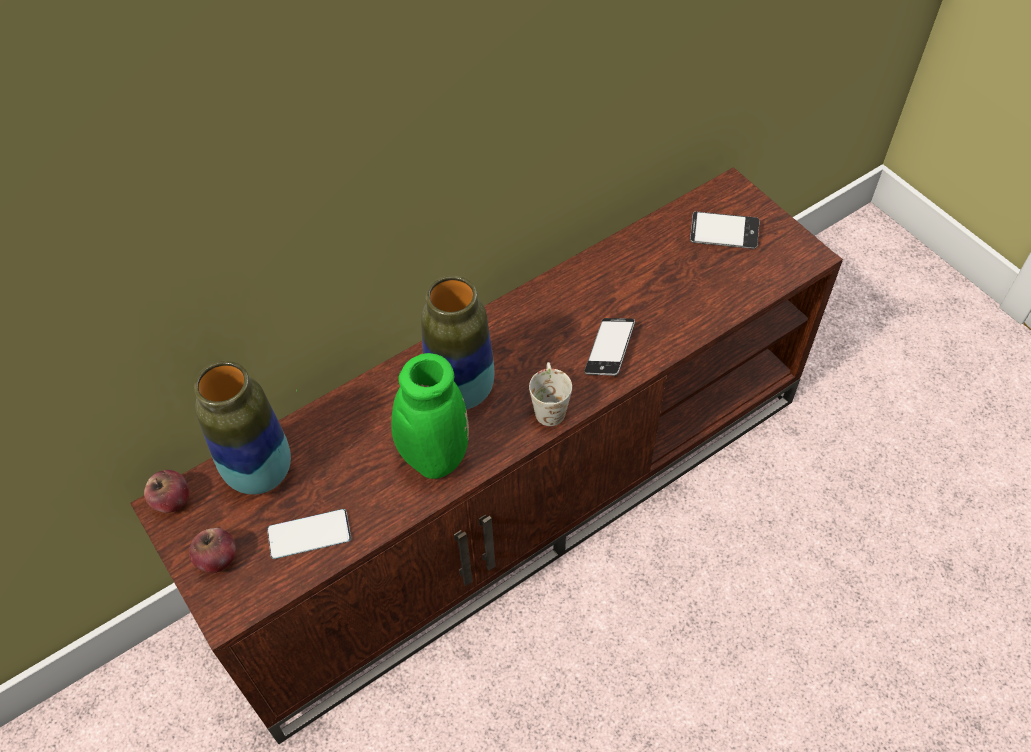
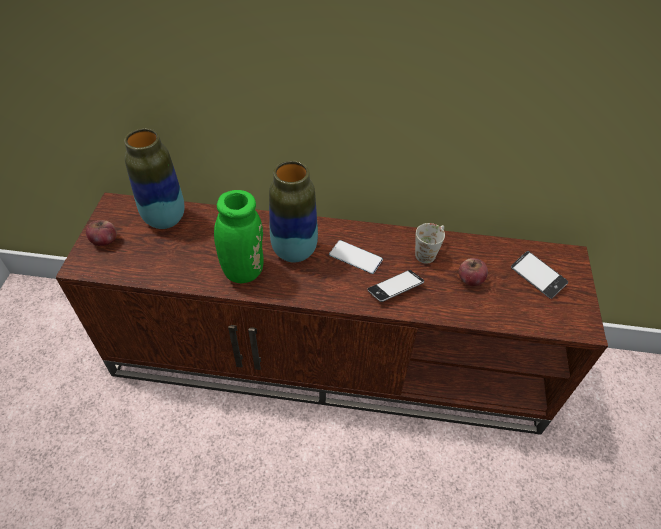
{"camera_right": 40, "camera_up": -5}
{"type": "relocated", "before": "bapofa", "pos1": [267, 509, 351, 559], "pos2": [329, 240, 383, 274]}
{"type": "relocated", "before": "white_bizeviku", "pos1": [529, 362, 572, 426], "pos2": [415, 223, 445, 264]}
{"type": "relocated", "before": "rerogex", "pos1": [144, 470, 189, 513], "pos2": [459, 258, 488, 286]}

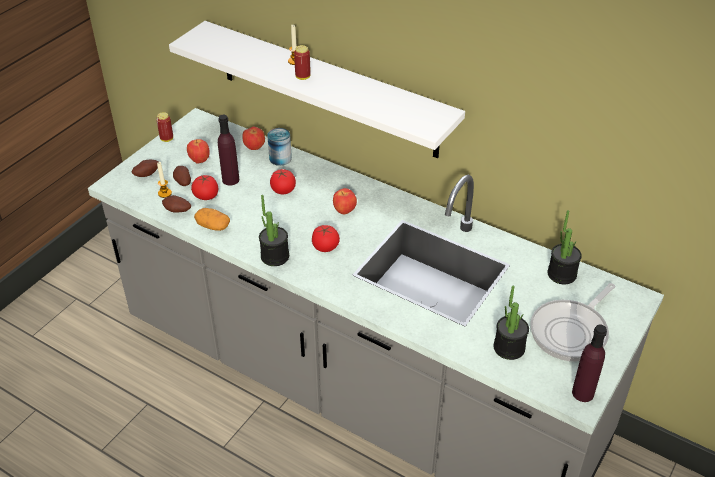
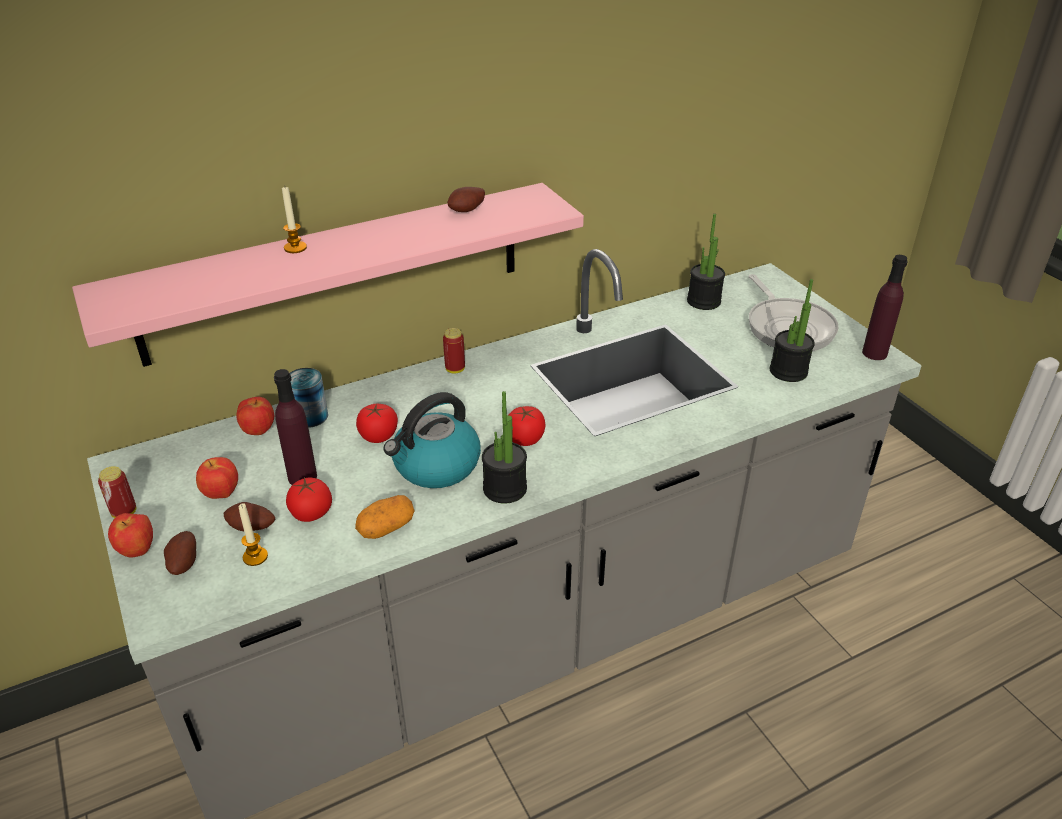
{"camera_right": -60, "camera_up": -5}
{"type": "colour", "before": "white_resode", "after": "pink_resode", "pos1": [169, 21, 465, 158], "pos2": [72, 183, 584, 367]}
{"type": "relocated", "before": "rerogex", "pos1": [333, 188, 357, 215], "pos2": [108, 513, 153, 557]}
{"type": "appeared", "after": "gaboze", "pos2": [383, 392, 481, 488]}
{"type": "relocated", "before": "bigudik", "pos1": [294, 45, 311, 80], "pos2": [443, 328, 465, 374]}
{"type": "relocated", "before": "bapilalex", "pos1": [162, 195, 191, 213], "pos2": [447, 187, 485, 212]}

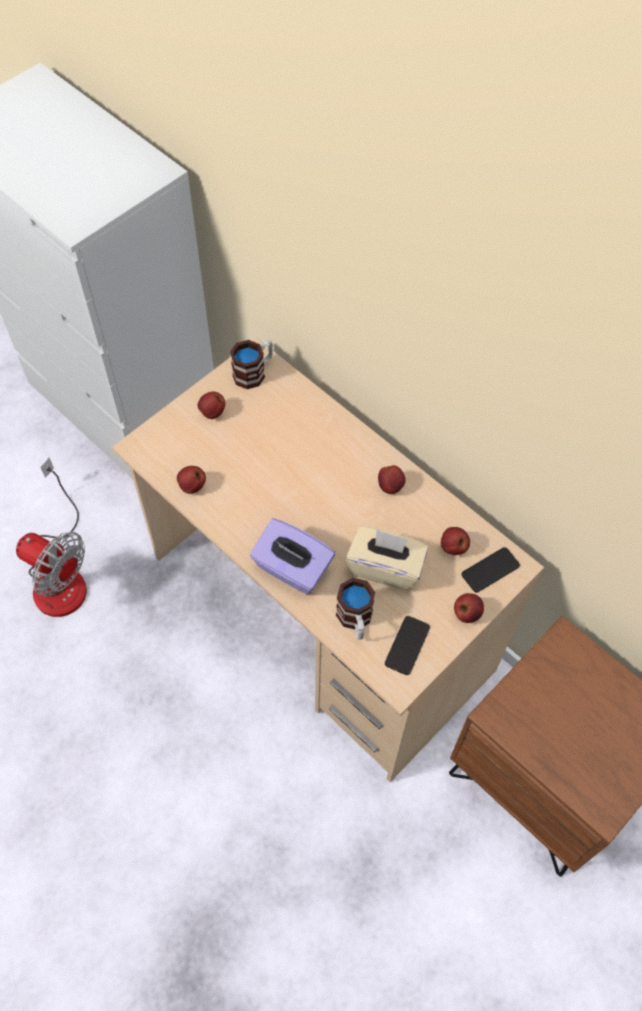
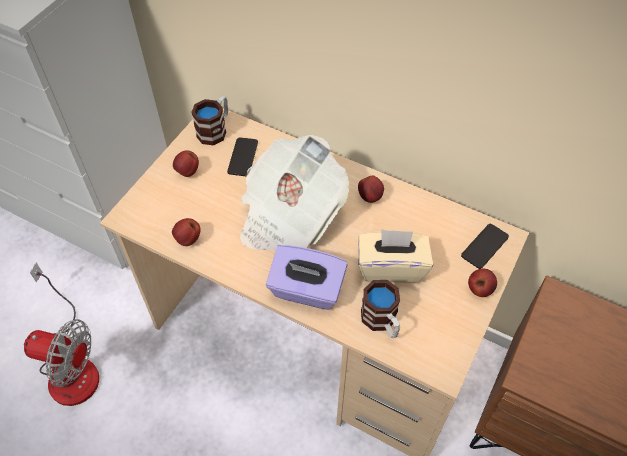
{"camera_right": -15, "camera_up": -5}
{"type": "relocated", "before": "bapofa", "pos1": [385, 616, 430, 675], "pos2": [227, 137, 258, 176]}
{"type": "appeared", "after": "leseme", "pos2": [240, 135, 349, 250]}
{"type": "missing", "before": "rerogex", "pos1": [441, 527, 470, 555]}

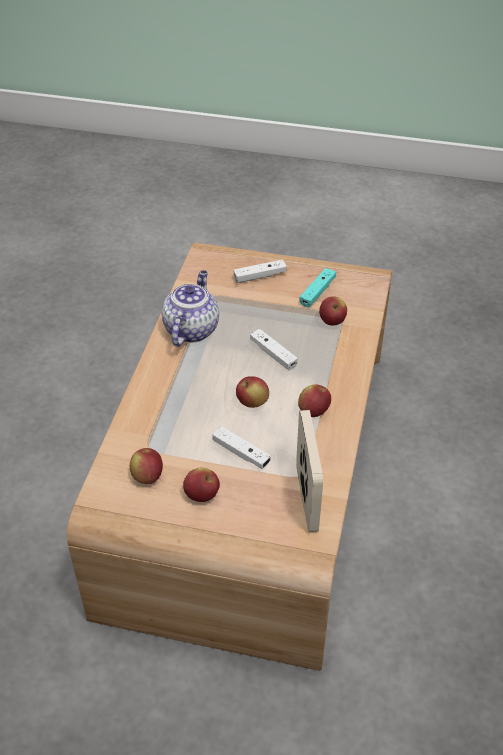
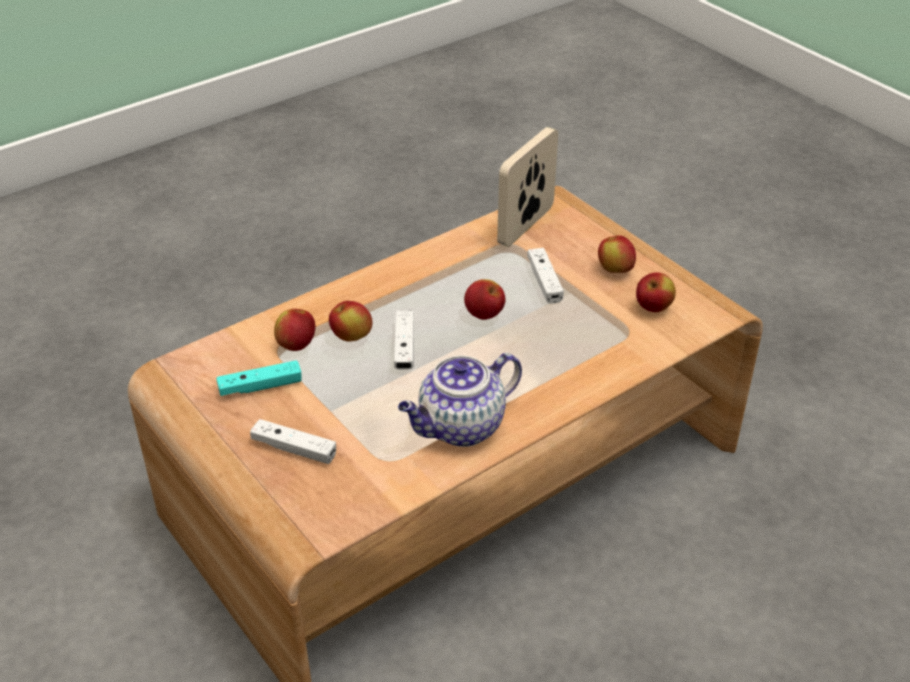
{"camera_right": -140, "camera_up": -5}
{"type": "relocated", "before": "rerogex", "pos1": [298, 384, 331, 417], "pos2": [329, 301, 372, 342]}

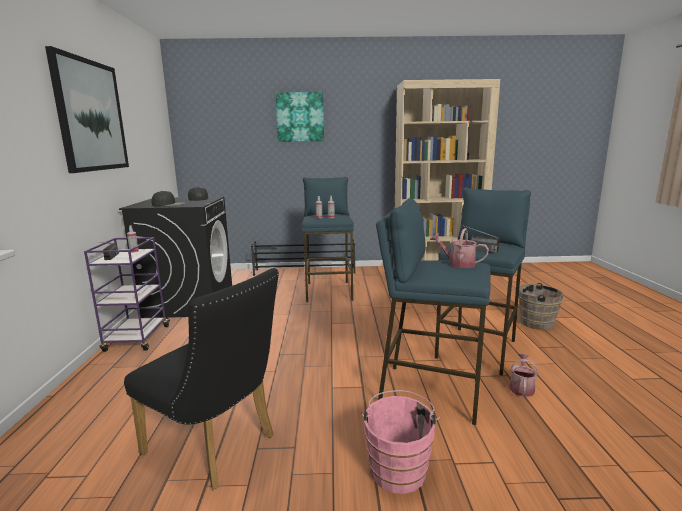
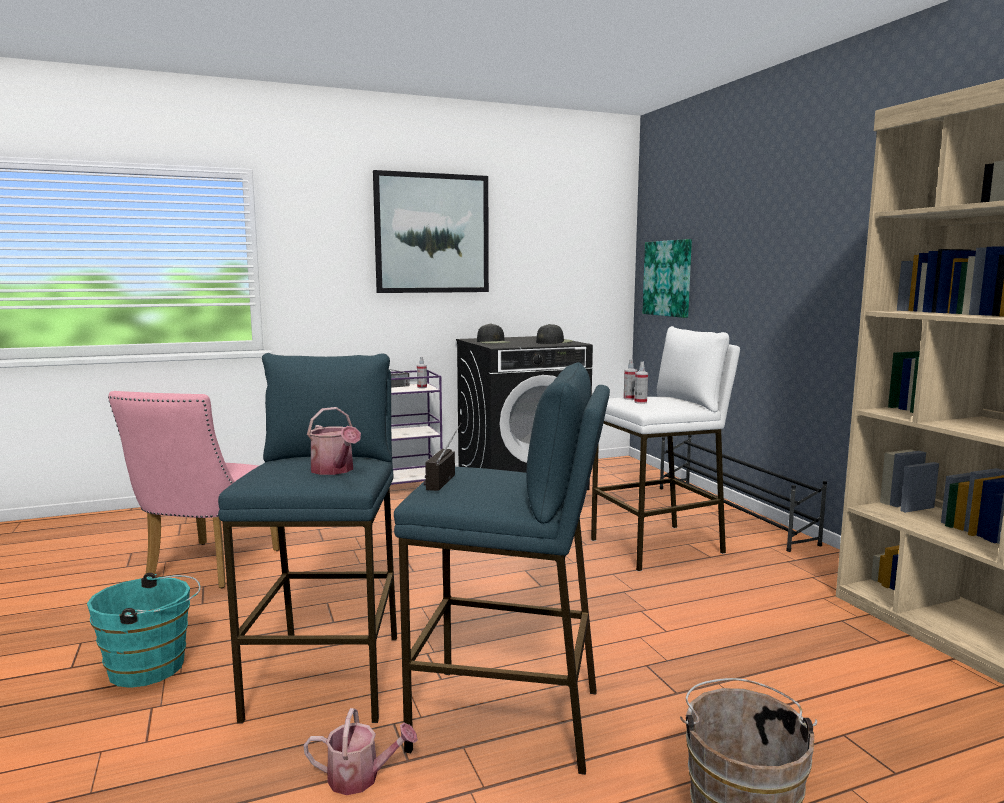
{"camera_right": 70, "camera_up": -5}
{"type": "colour", "before": "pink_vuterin", "after": "turquoise_vuterin", "pos1": [361, 390, 440, 494], "pos2": [87, 573, 201, 688]}
{"type": "colour", "before": "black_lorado", "after": "pink_lorado", "pos1": [124, 268, 279, 490], "pos2": [108, 391, 280, 588]}
{"type": "spun", "before": "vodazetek", "pos1": [430, 228, 489, 268], "pos2": [307, 407, 361, 475], "turn": 135}
{"type": "colour", "before": "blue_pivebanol", "after": "white_pivebanol", "pos1": [302, 177, 354, 302], "pos2": [591, 326, 740, 572]}
{"type": "relocated", "before": "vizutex", "pos1": [275, 92, 324, 142], "pos2": [642, 239, 692, 318]}

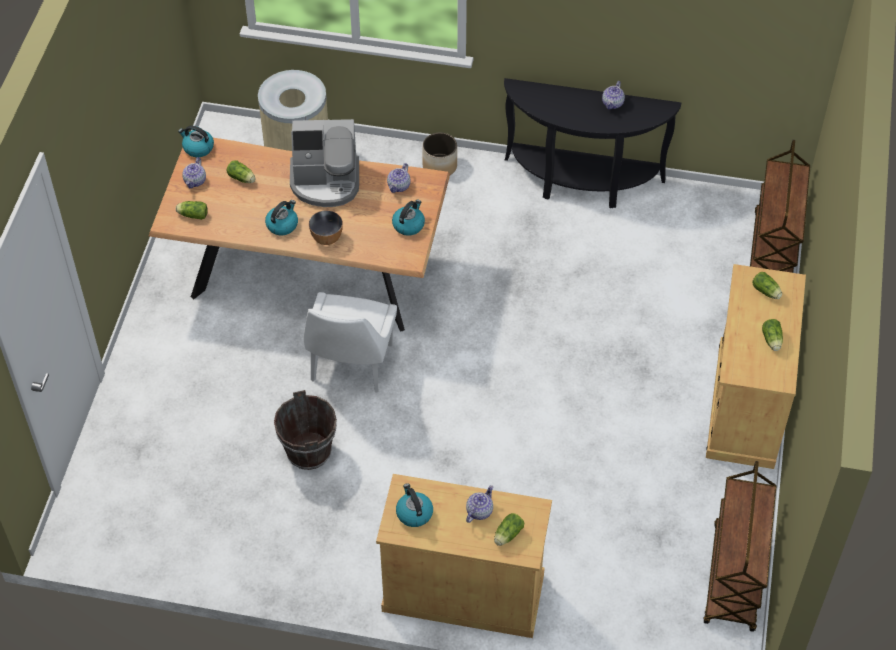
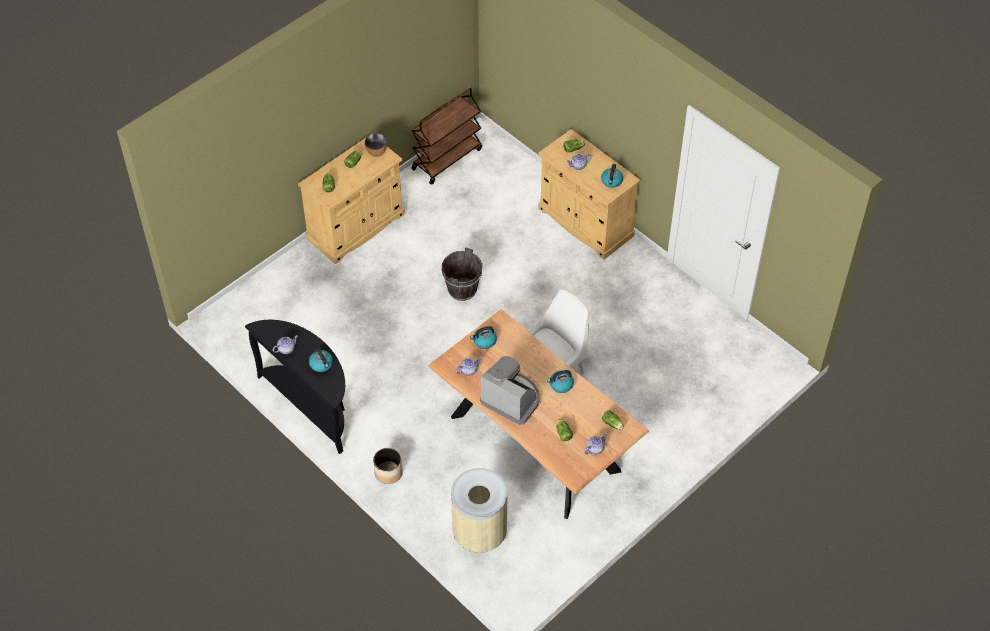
{"camera_right": -145, "camera_up": 0}
{"type": "relocated", "before": "gaboze", "pos1": [178, 126, 214, 157], "pos2": [309, 347, 333, 372]}
{"type": "relocated", "before": "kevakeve", "pos1": [309, 210, 343, 245], "pos2": [365, 134, 387, 157]}
{"type": "relocated", "before": "brown_vuterin", "pos1": [274, 390, 337, 470], "pos2": [442, 248, 482, 301]}
{"type": "missing", "before": "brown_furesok", "pos1": [750, 140, 810, 273]}

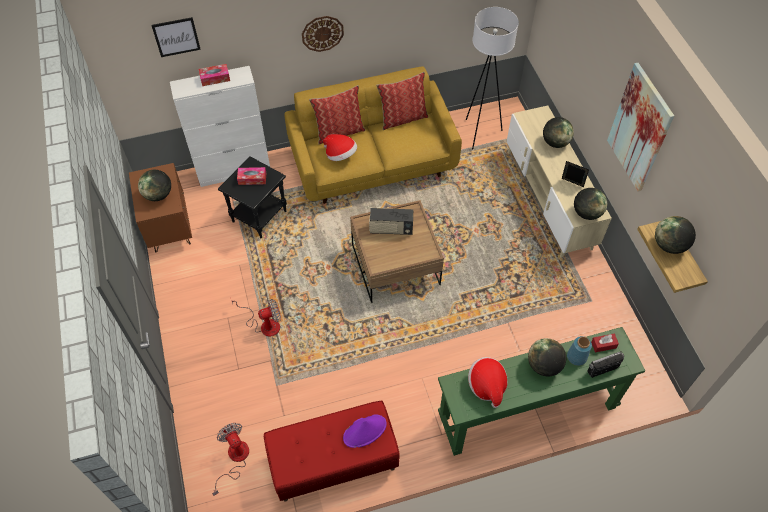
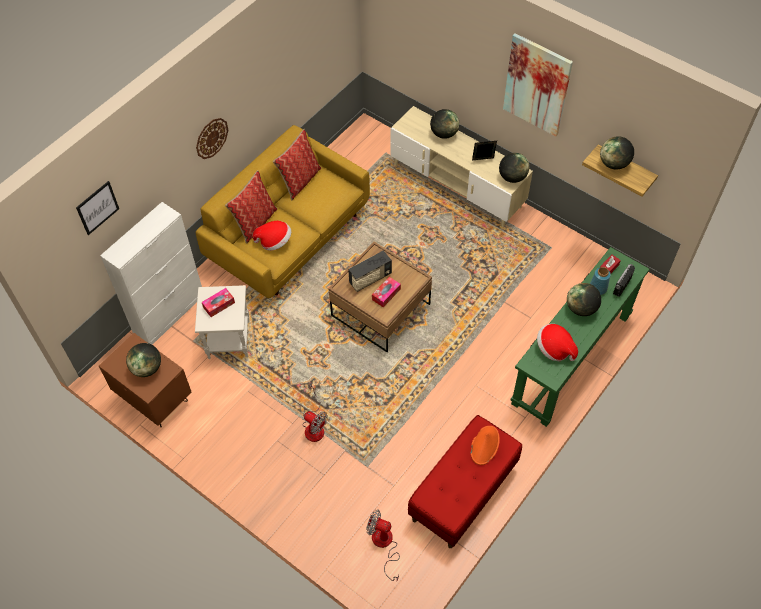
{"camera_right": -35, "camera_up": 0}
{"type": "colour", "before": "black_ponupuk", "after": "white_ponupuk", "pos1": [218, 156, 287, 238], "pos2": [195, 285, 250, 359]}
{"type": "spun", "before": "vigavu", "pos1": [230, 297, 281, 336], "pos2": [302, 382, 328, 442], "turn": 90}
{"type": "relocated", "before": "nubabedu", "pos1": [199, 64, 230, 86], "pos2": [372, 277, 401, 307]}
{"type": "colour", "before": "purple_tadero", "after": "orange_tadero", "pos1": [343, 414, 387, 448], "pos2": [471, 426, 500, 465]}
{"type": "missing", "before": "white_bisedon", "pos1": [466, 7, 519, 150]}

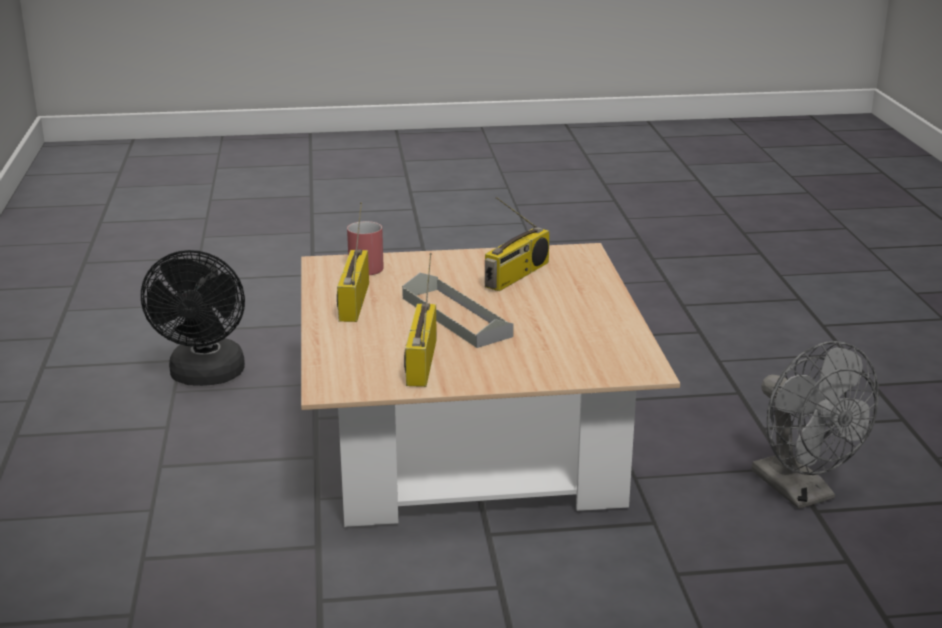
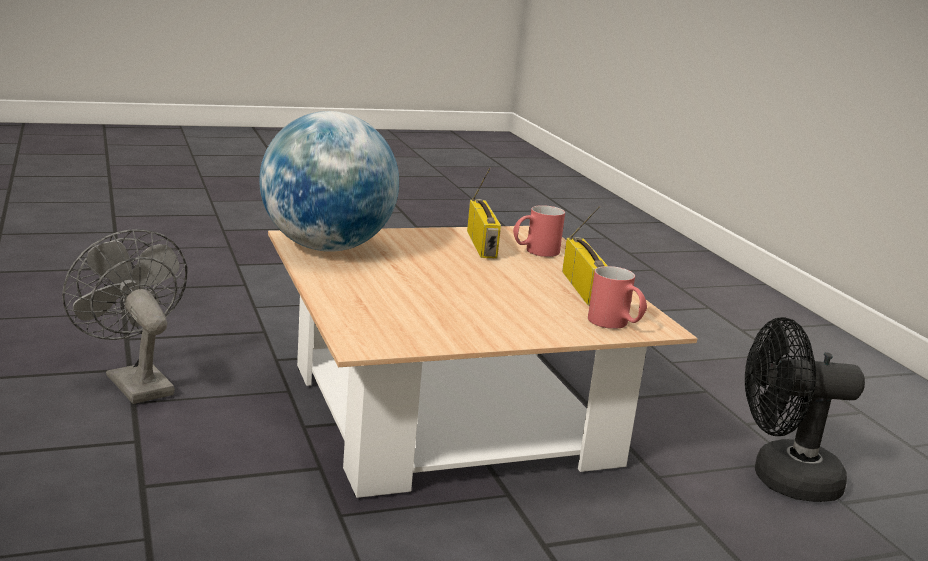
{"camera_right": 165, "camera_up": -5}
{"type": "appeared", "after": "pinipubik", "pos2": [259, 111, 399, 252]}
{"type": "appeared", "after": "red_bizeviku", "pos2": [513, 205, 565, 257]}
{"type": "spun", "before": "black_vigavu", "pos1": [141, 250, 245, 386], "pos2": [745, 317, 865, 502], "turn": -75}
{"type": "missing", "before": "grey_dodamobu", "pos1": [402, 273, 514, 348]}
{"type": "missing", "before": "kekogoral", "pos1": [485, 197, 550, 291]}

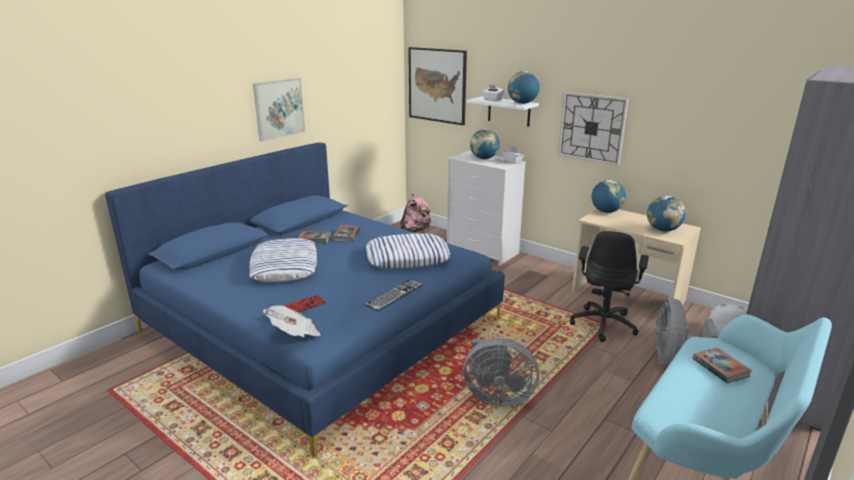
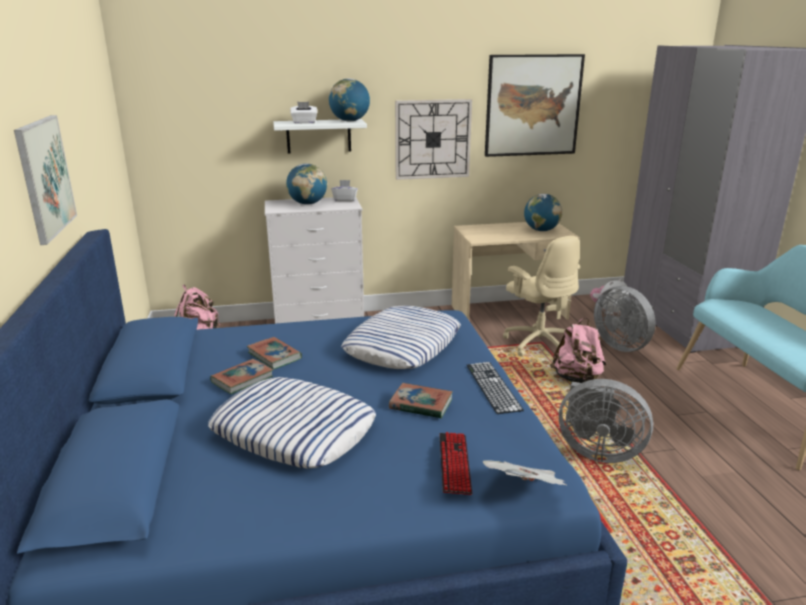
{"camera_right": -50, "camera_up": 0}
{"type": "relocated", "before": "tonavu", "pos1": [693, 348, 752, 383], "pos2": [389, 383, 453, 418]}
{"type": "relocated", "before": "vizutex", "pos1": [408, 47, 467, 125], "pos2": [485, 54, 585, 157]}
{"type": "colour", "before": "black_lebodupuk", "after": "beige_lebodupuk", "pos1": [570, 231, 649, 342], "pos2": [503, 236, 580, 357]}
{"type": "appeared", "after": "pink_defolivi", "pos2": [550, 317, 606, 383]}
{"type": "spun", "before": "grey_vigavu", "pos1": [463, 338, 539, 406], "pos2": [559, 379, 653, 463], "turn": 60}
{"type": "missing", "before": "pinipubik", "pos1": [591, 180, 626, 213]}

